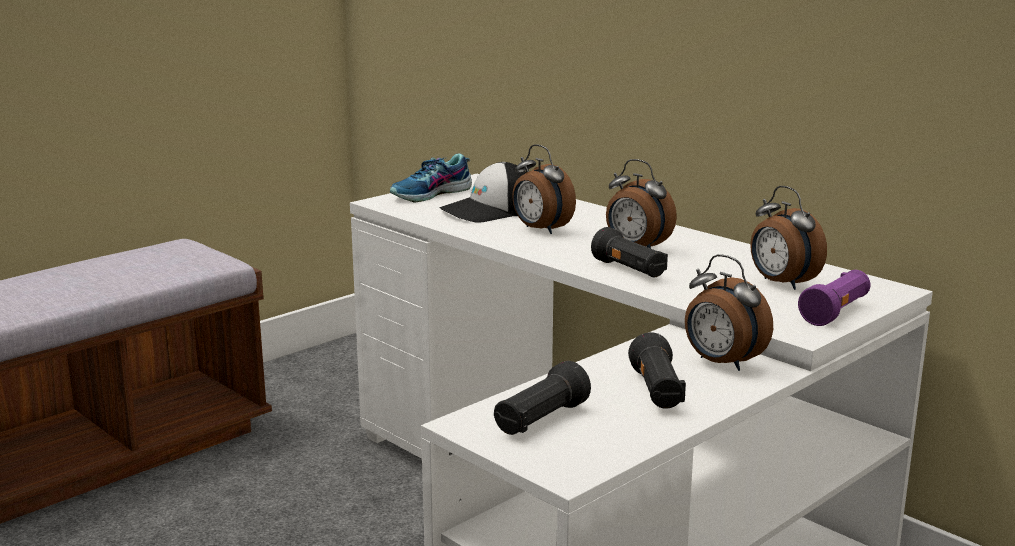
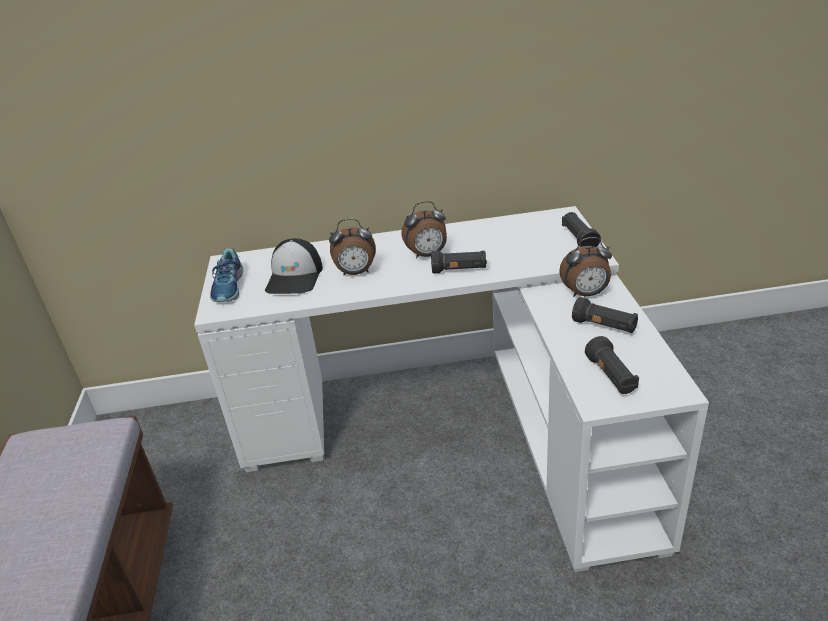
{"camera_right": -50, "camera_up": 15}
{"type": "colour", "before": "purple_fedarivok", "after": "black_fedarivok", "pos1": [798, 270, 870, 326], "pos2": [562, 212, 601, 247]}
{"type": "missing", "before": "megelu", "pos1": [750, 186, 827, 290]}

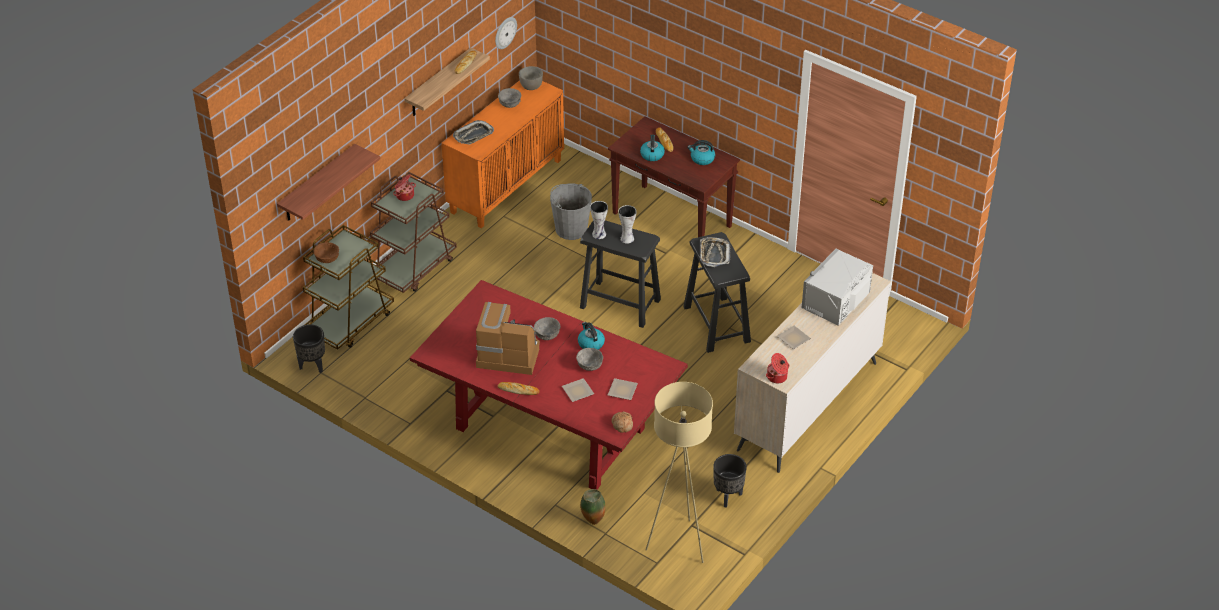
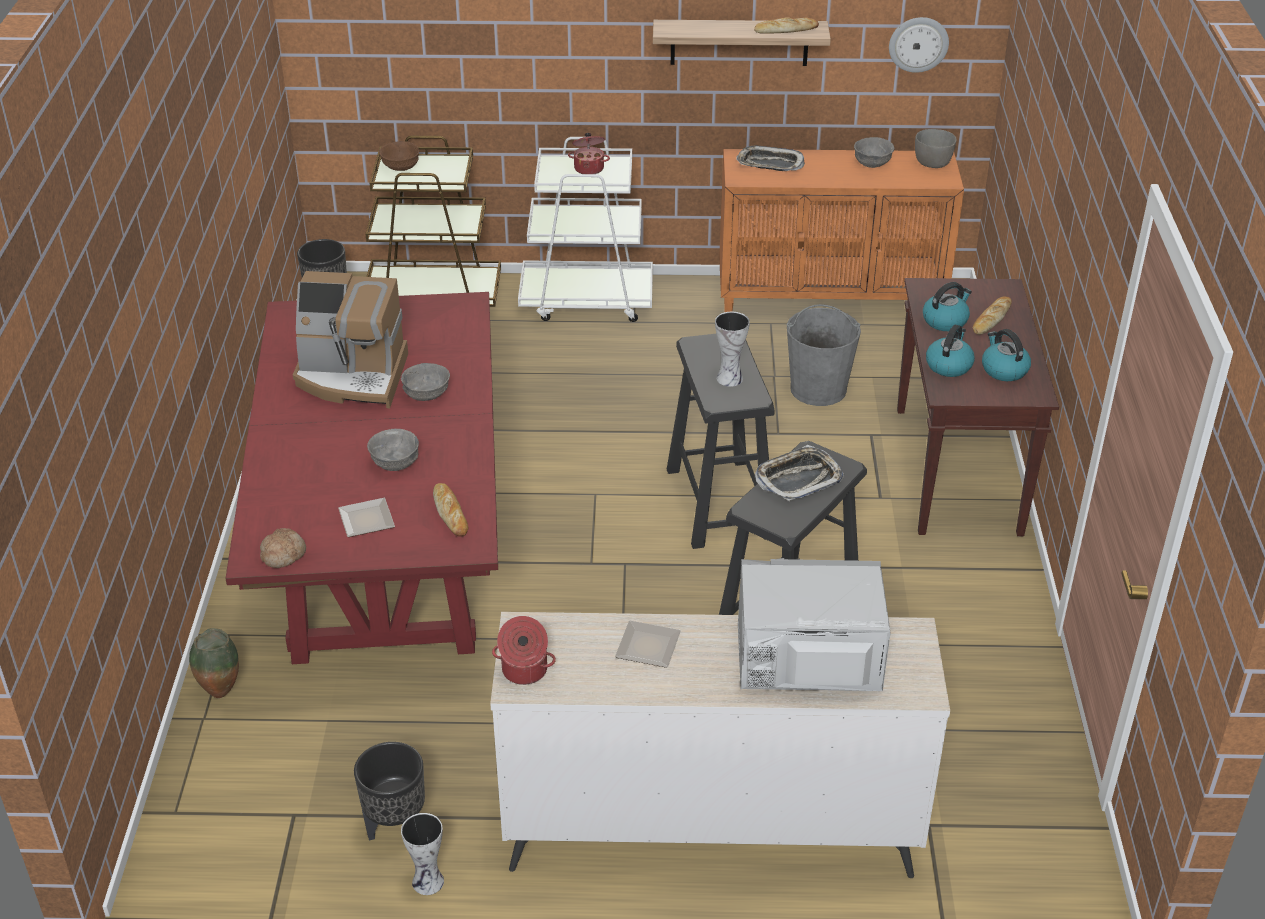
{"camera_right": 55, "camera_up": -5}
{"type": "spun", "before": "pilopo", "pos1": [476, 302, 540, 375], "pos2": [293, 271, 408, 408], "turn": 120}
{"type": "relocated", "before": "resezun", "pos1": [590, 201, 608, 239], "pos2": [401, 813, 444, 895]}
{"type": "relocated", "before": "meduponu", "pos1": [497, 382, 540, 395], "pos2": [433, 483, 469, 537]}
{"type": "colour", "before": "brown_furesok", "after": "white_furesok", "pos1": [370, 172, 457, 293], "pos2": [518, 137, 653, 322]}
{"type": "relocated", "before": "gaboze", "pos1": [578, 322, 605, 350], "pos2": [926, 325, 975, 377]}
{"type": "missing", "before": "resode", "pos1": [277, 144, 380, 221]}
{"type": "missing", "before": "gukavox", "pos1": [562, 378, 594, 402]}
{"type": "missing", "before": "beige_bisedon", "pos1": [646, 382, 713, 563]}

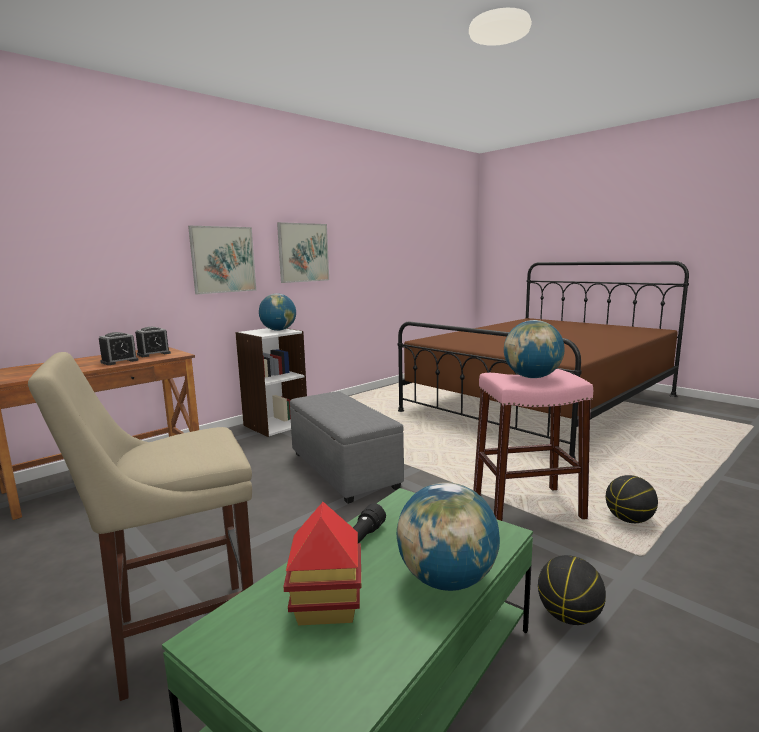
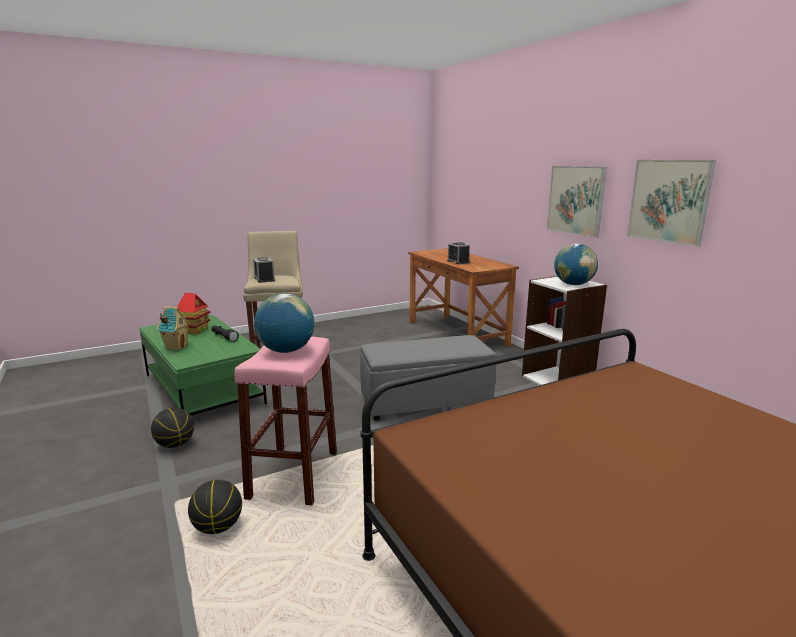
{"camera_right": 105, "camera_up": 5}
{"type": "exchanged", "before": "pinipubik", "after": "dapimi", "pos1": [397, 482, 500, 591], "pos2": [157, 306, 190, 351]}
{"type": "relocated", "before": "megelu", "pos1": [135, 327, 171, 357], "pos2": [253, 257, 275, 283]}

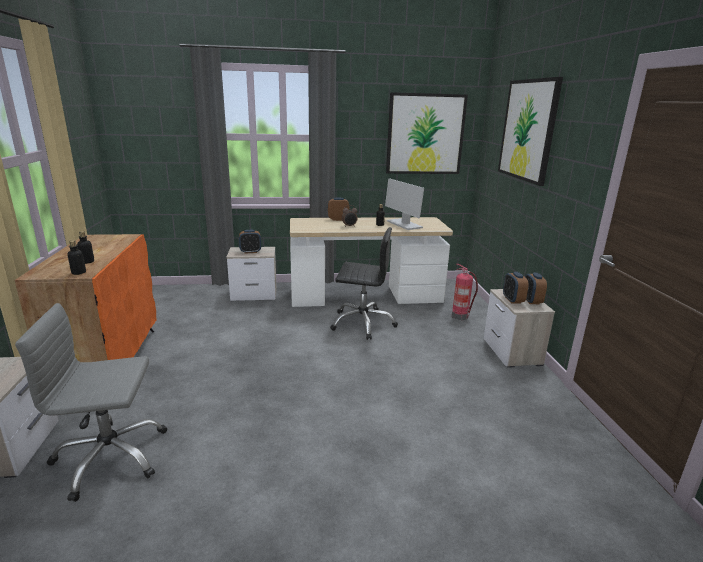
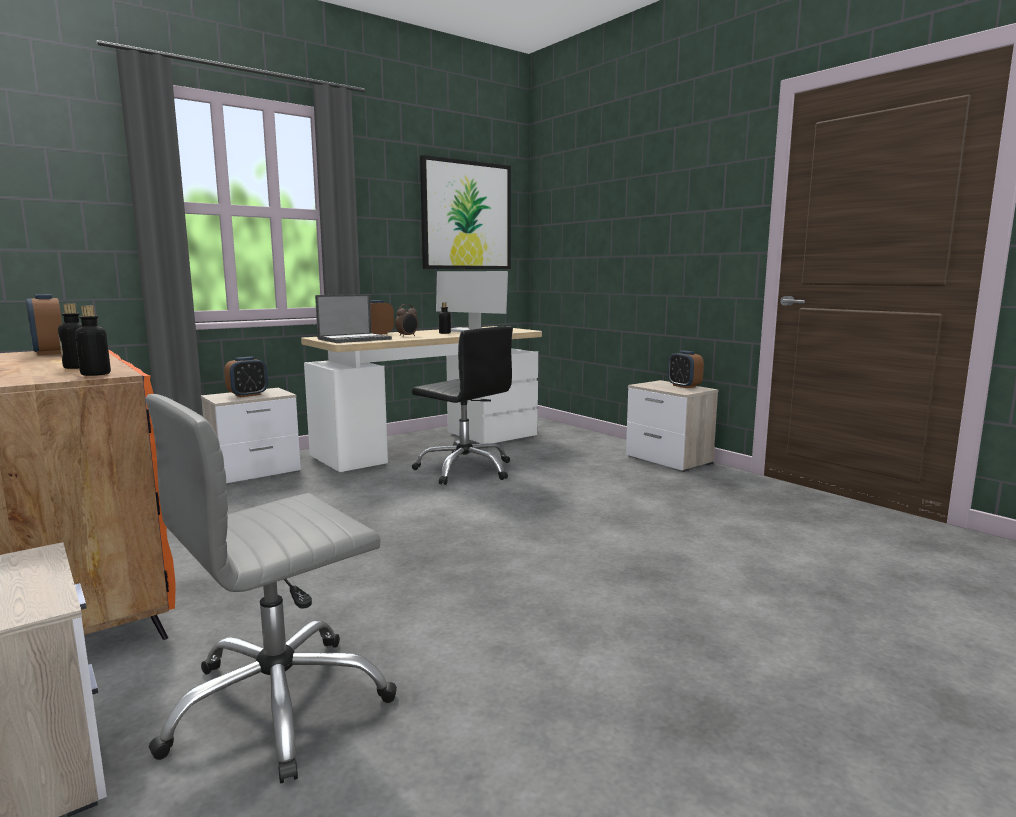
{"camera_right": -30, "camera_up": -10}
{"type": "relocated", "before": "megelu", "pos1": [503, 272, 529, 304], "pos2": [26, 294, 62, 355]}
{"type": "appeared", "after": "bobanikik", "pos2": [315, 294, 392, 343]}
{"type": "spun", "before": "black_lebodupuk", "pos1": [330, 227, 398, 340], "pos2": [412, 326, 513, 485], "turn": 60}
{"type": "missing", "before": "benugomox", "pos1": [452, 264, 478, 320]}
{"type": "missing", "before": "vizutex", "pos1": [498, 77, 563, 186]}

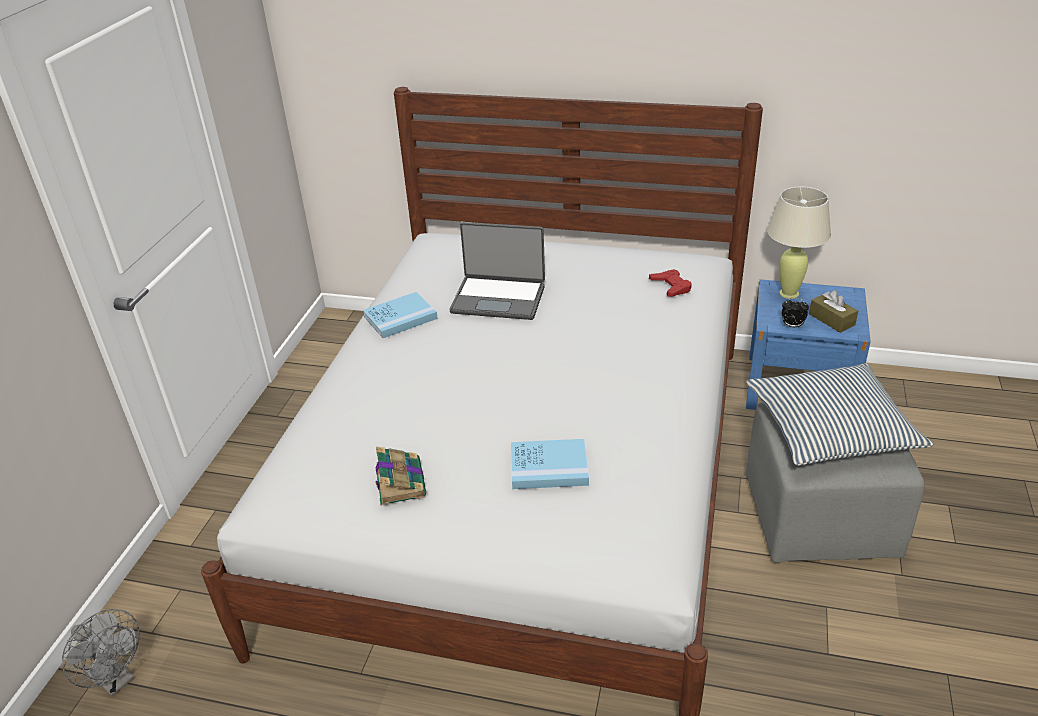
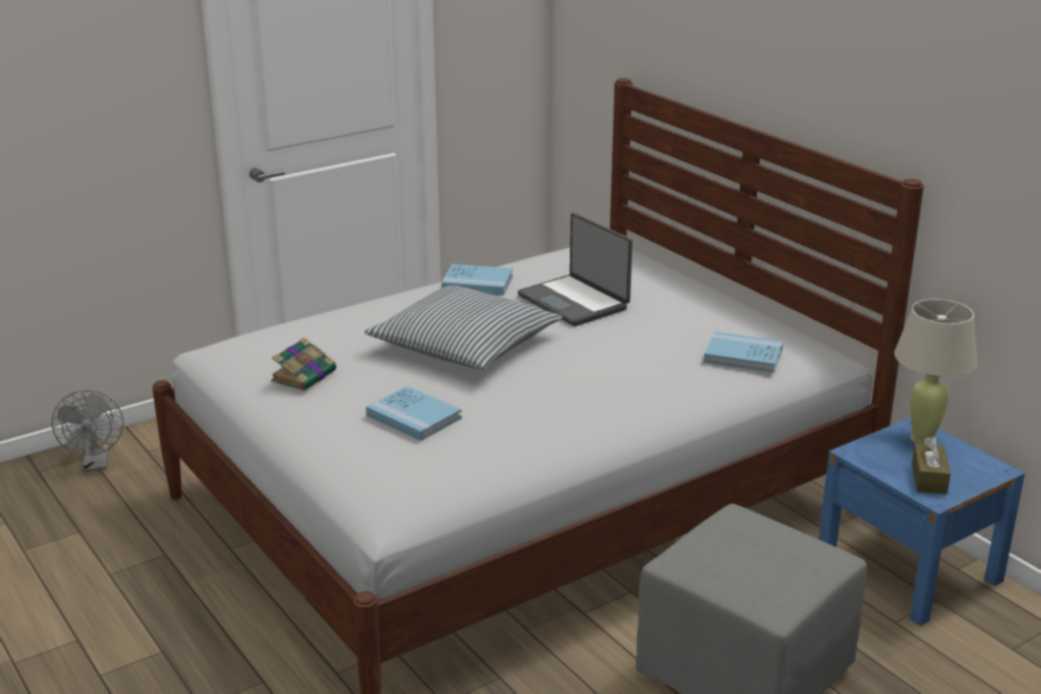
{"camera_right": 40, "camera_up": -10}
{"type": "relocated", "before": "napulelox", "pos1": [746, 363, 934, 466], "pos2": [365, 285, 562, 370]}
{"type": "exchanged", "before": "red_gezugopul", "after": "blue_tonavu", "pos1": [649, 269, 692, 297], "pos2": [704, 332, 783, 373]}
{"type": "missing", "before": "megelu", "pos1": [782, 298, 809, 328]}

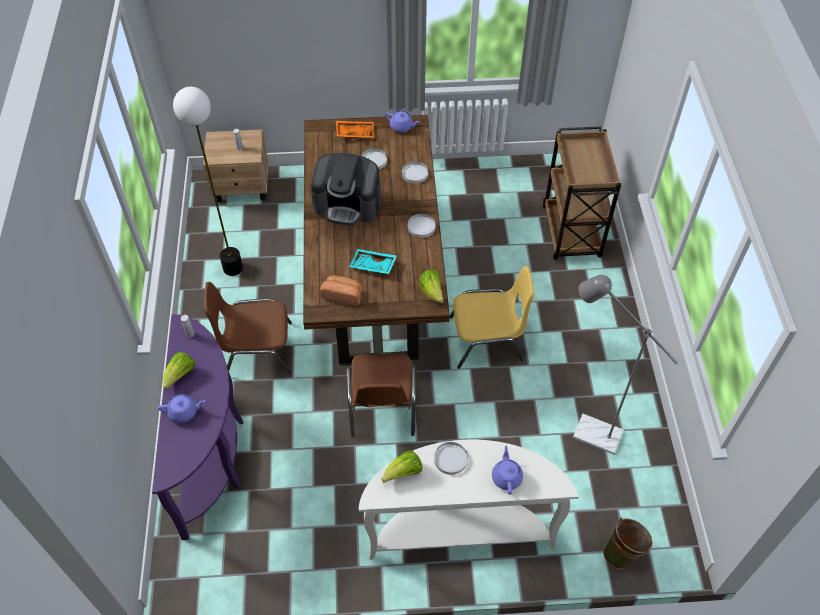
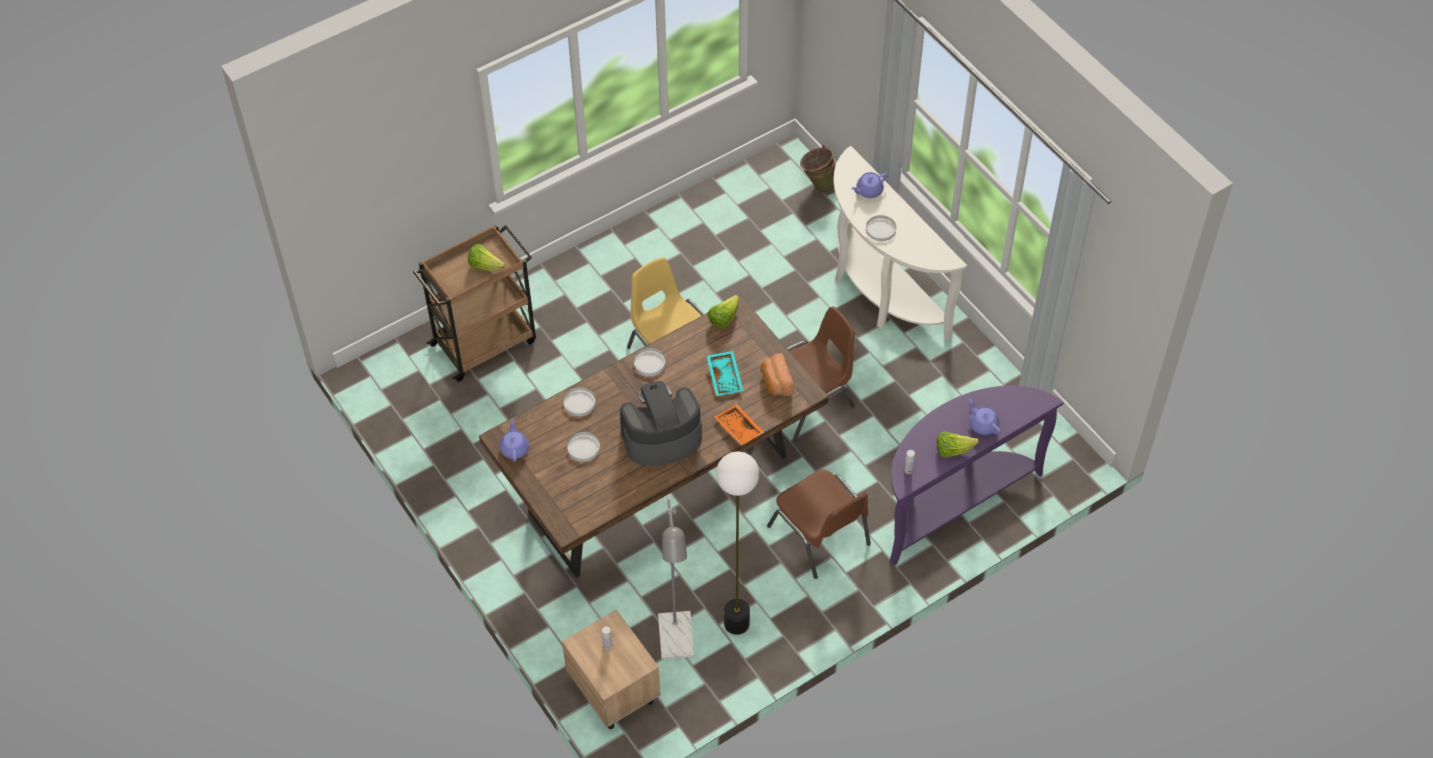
{"camera_right": -120, "camera_up": 0}
{"type": "relocated", "before": "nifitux", "pos1": [382, 450, 422, 483], "pos2": [468, 244, 506, 271]}
{"type": "spun", "before": "pilopo", "pos1": [311, 153, 381, 226], "pos2": [619, 381, 702, 466], "turn": -90}
{"type": "relocated", "before": "grey_bisedon", "pos1": [573, 275, 679, 455], "pos2": [658, 495, 694, 659]}
{"type": "relocated", "before": "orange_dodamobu", "pos1": [336, 121, 375, 139], "pos2": [714, 404, 764, 446]}

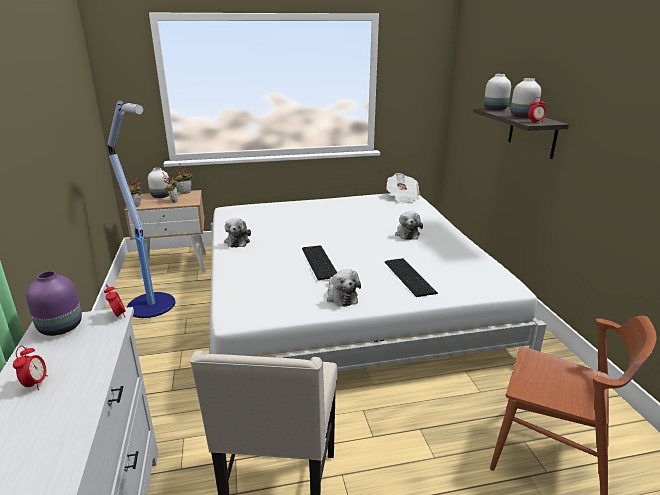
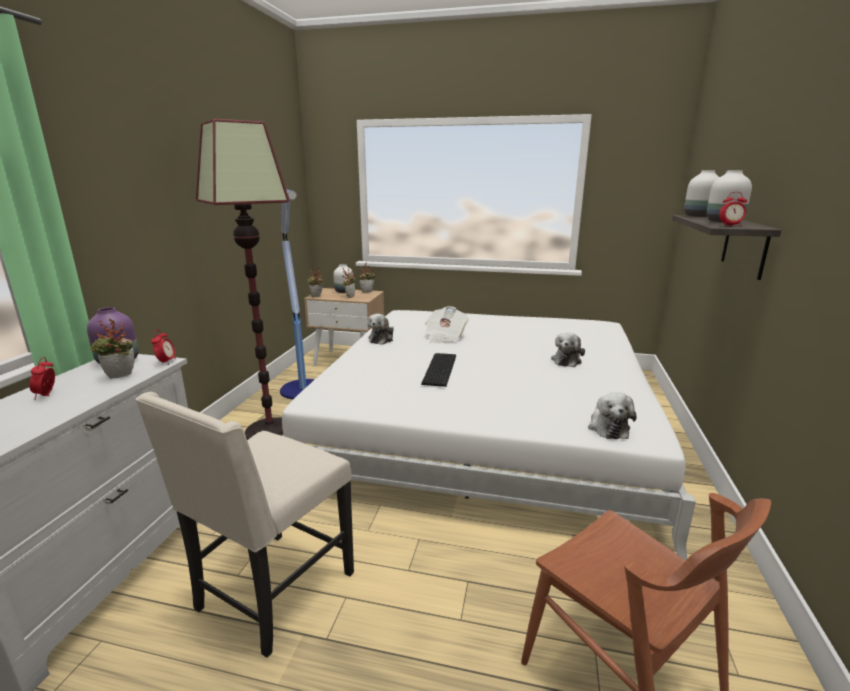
{"camera_right": 25, "camera_up": -5}
{"type": "spun", "before": "megelu", "pos1": [13, 346, 48, 390], "pos2": [30, 357, 55, 400], "turn": 150}
{"type": "appeared", "after": "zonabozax", "pos2": [90, 319, 134, 379]}
{"type": "appeared", "after": "bisedon", "pos2": [196, 119, 290, 440]}
{"type": "relocated", "before": "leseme", "pos1": [386, 173, 419, 204], "pos2": [425, 306, 469, 344]}
{"type": "relocated", "before": "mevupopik", "pos1": [327, 269, 361, 307], "pos2": [588, 392, 637, 439]}
{"type": "missing", "before": "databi", "pos1": [385, 258, 438, 297]}

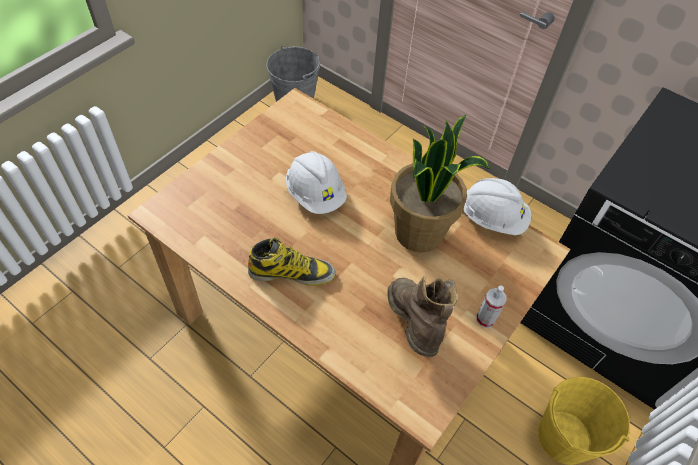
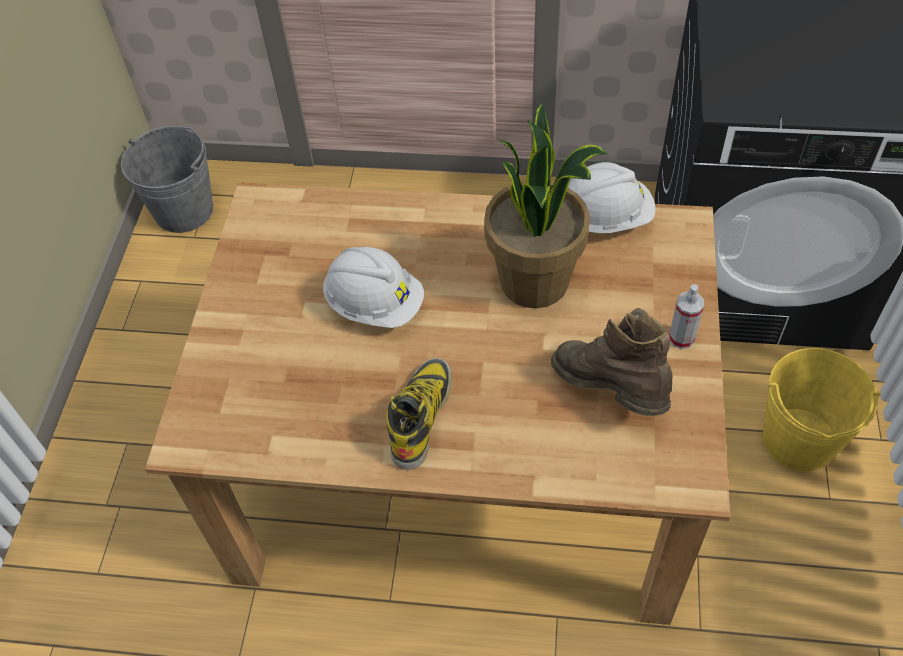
{"camera_right": -25, "camera_up": 0}
{"type": "spun", "before": "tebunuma", "pos1": [248, 238, 336, 286], "pos2": [386, 358, 452, 470], "turn": -45}

